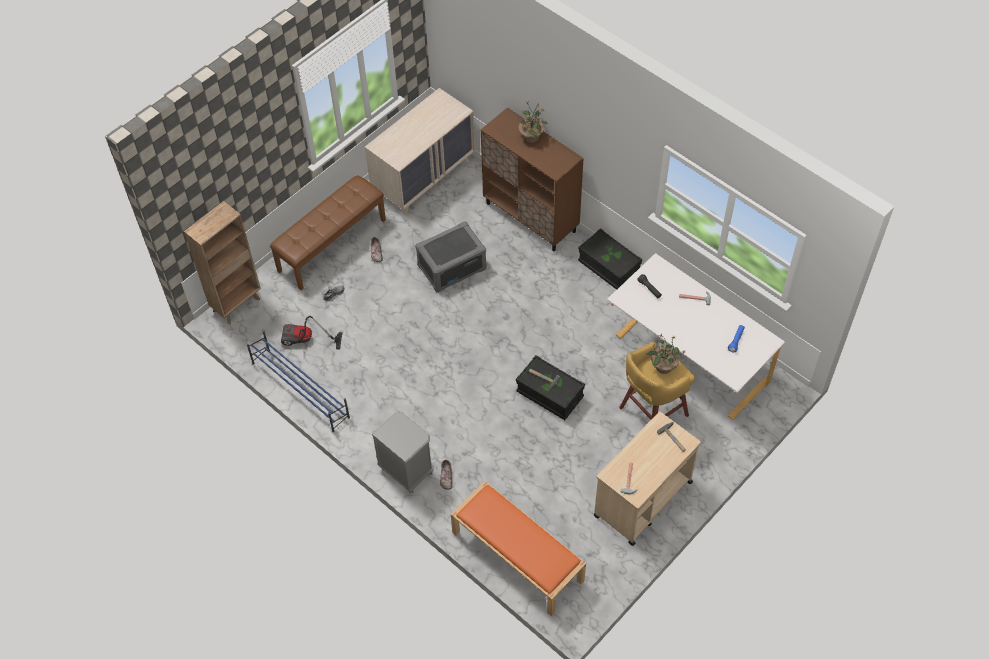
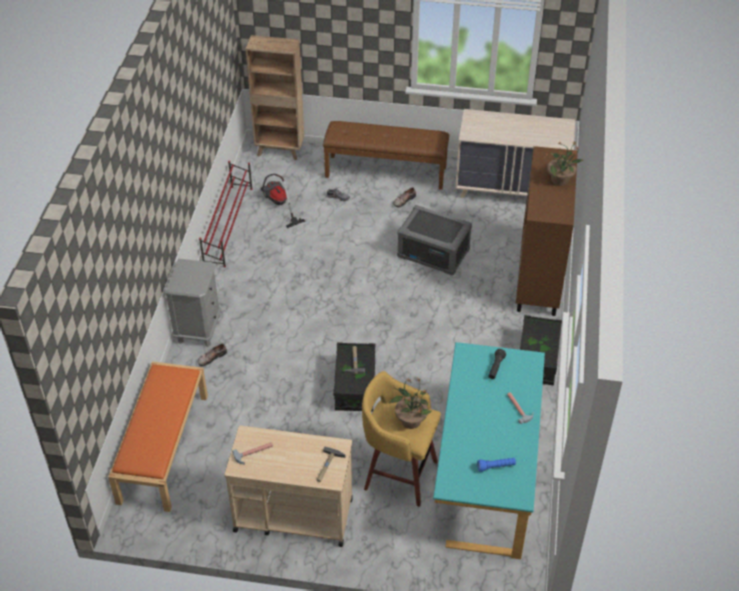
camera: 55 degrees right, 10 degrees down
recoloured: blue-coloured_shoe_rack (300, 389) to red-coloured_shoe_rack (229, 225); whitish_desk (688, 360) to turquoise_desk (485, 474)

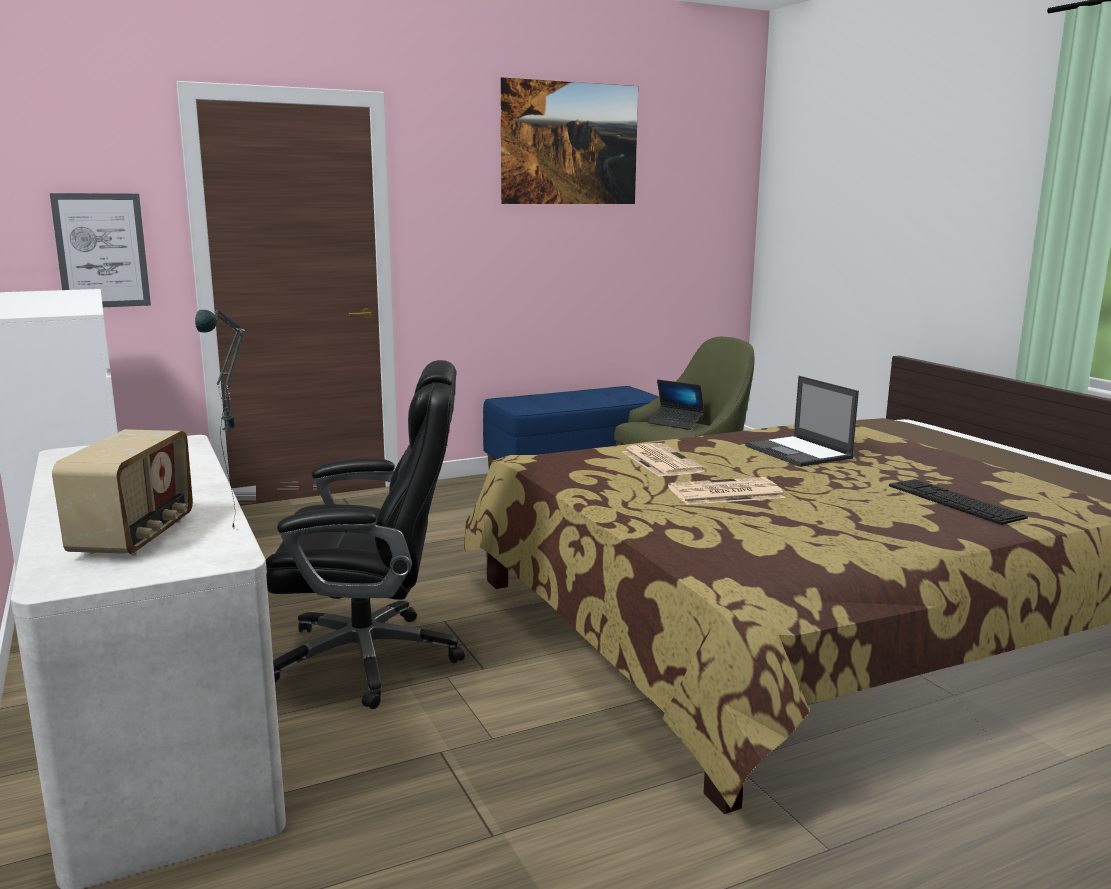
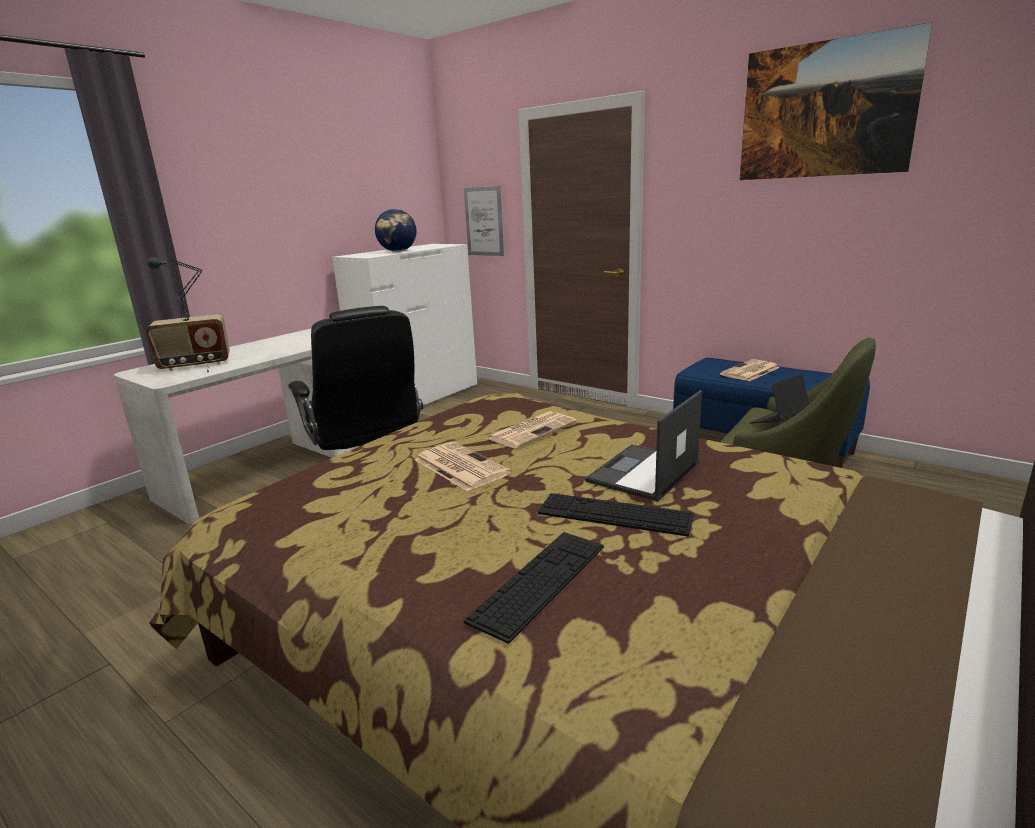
camera: 65 degrees right, 5 degrees up
added: globe (398, 251); keyboard (614, 514); daily_paper (750, 371)
turned: portable_computer (675, 423) = (779, 421) 45 degrees clockwise

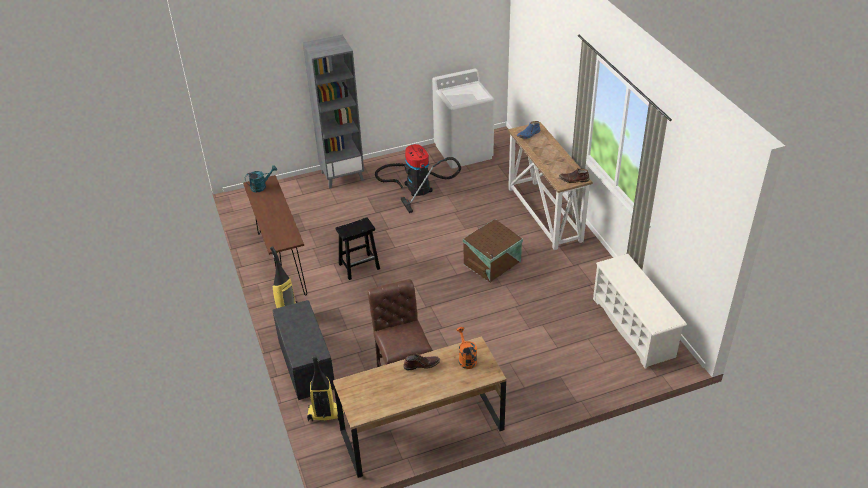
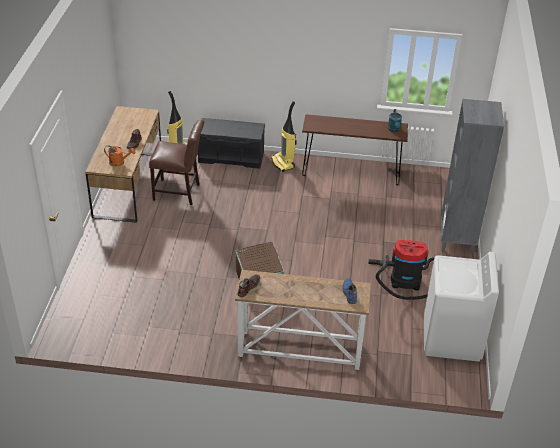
camera: 115 degrees right, 0 degrees up
removed: black-coloured_stool (360, 266); whitish_shoe_rack (633, 327)

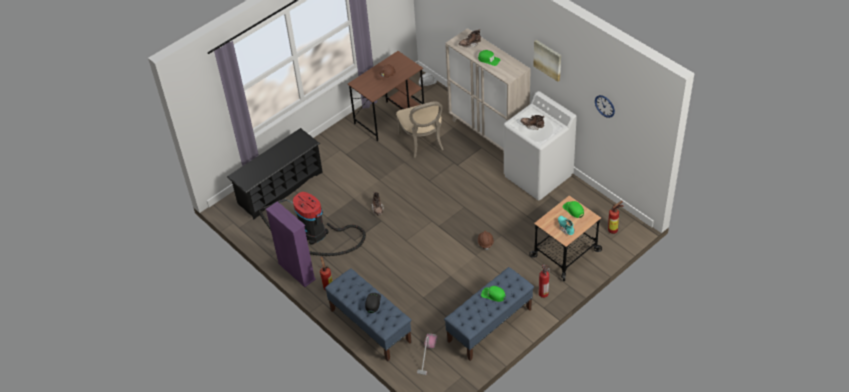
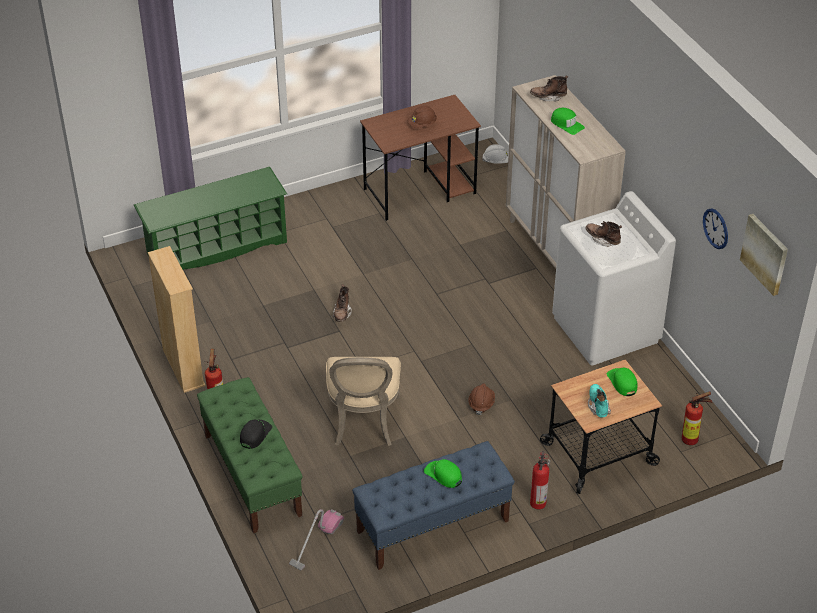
camera: 15 degrees right, 5 degrees down
removed: hoover (315, 233)
moved: sand-coloured_upright_chair (423, 142) to (363, 423); wall_picture (548, 60) to (765, 253)
recoloured: black-coloured_shoe_rack (280, 188) to green-coloured_shoe_rack (216, 248); purple-coloured_bookcase (296, 271) to sand-coloured_bookcase (183, 368); blue-coloured_long_seat (370, 326) to green-coloured_long_seat (252, 474)

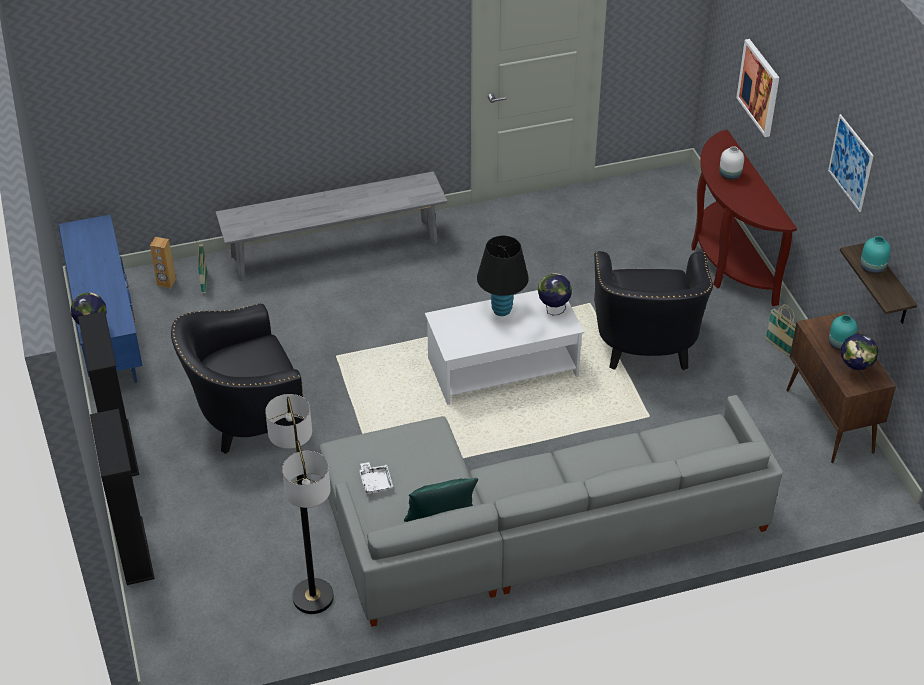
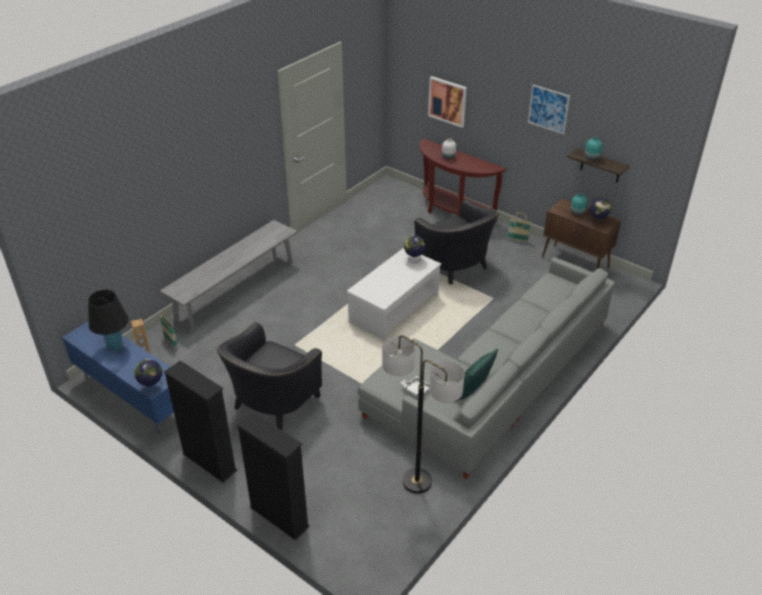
camera: 35 degrees left, 5 degrees down
moved: black-coloured_tabletop_lamp (502, 310) to (115, 346)

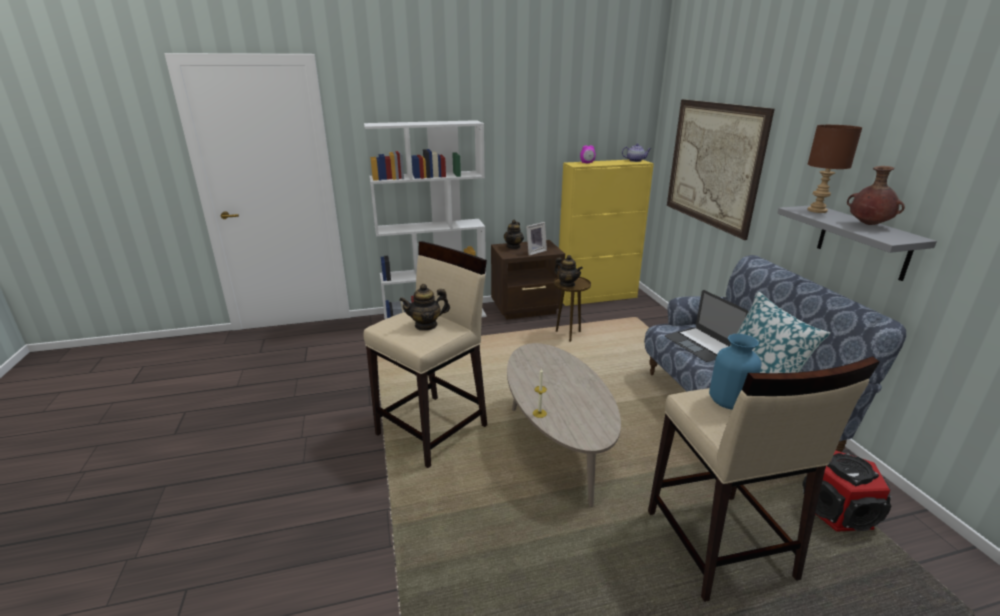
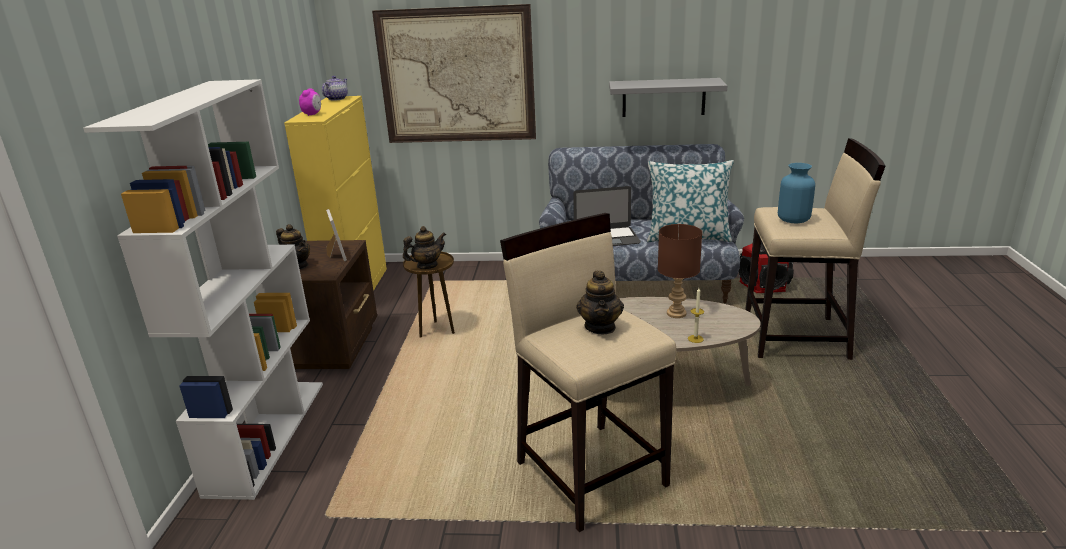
camera: 70 degrees left, 0 degrees up
removed: brownish_decorative_vase (867, 225)
moved: brownish_tabletop_lamp (816, 210) to (676, 314)

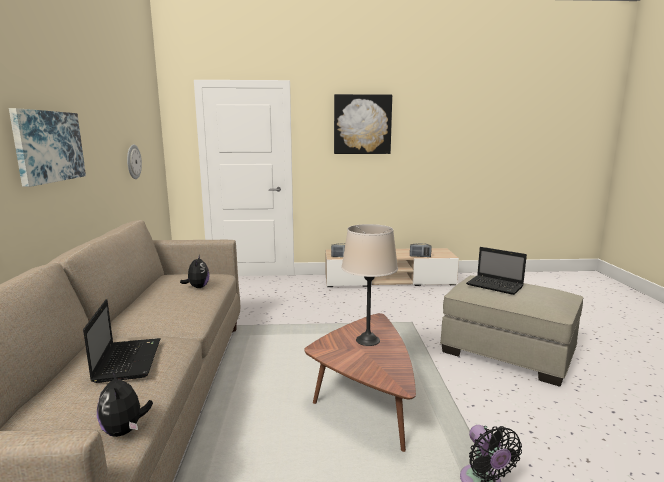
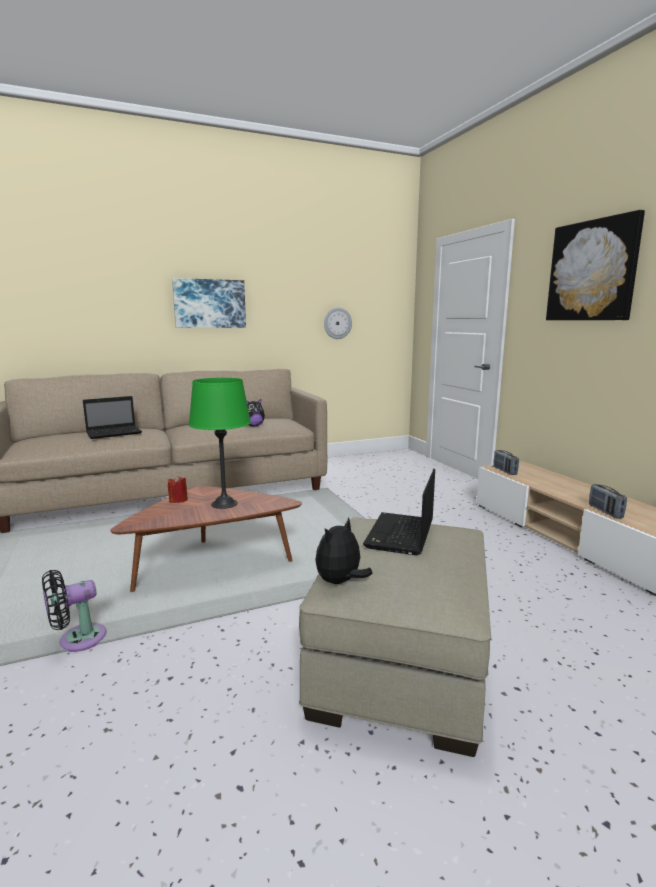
camera: 70 degrees right, 0 degrees up
added: red-coloured_candle (178, 500)
moved: cuddly_toy (125, 430) to (340, 582)
recoloured: sand-coloured_tabletop_lamp (368, 340) to green-coloured_tabletop_lamp (224, 504)

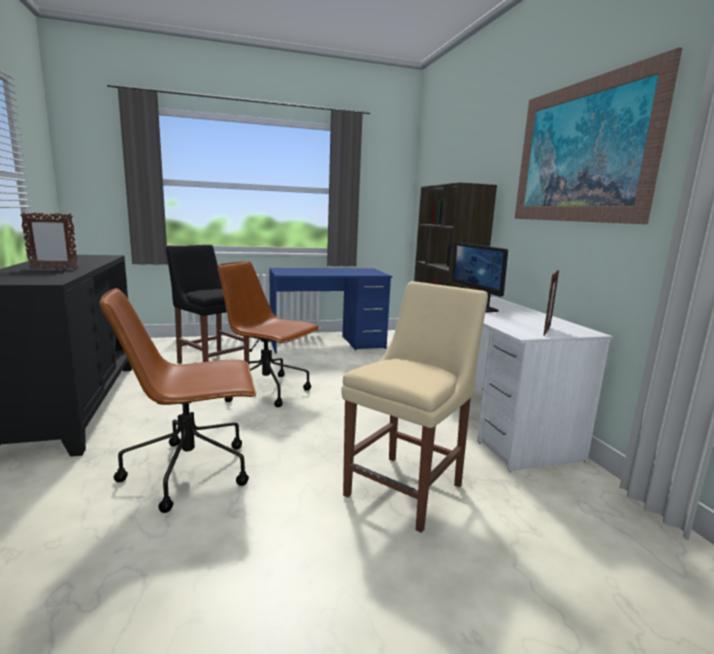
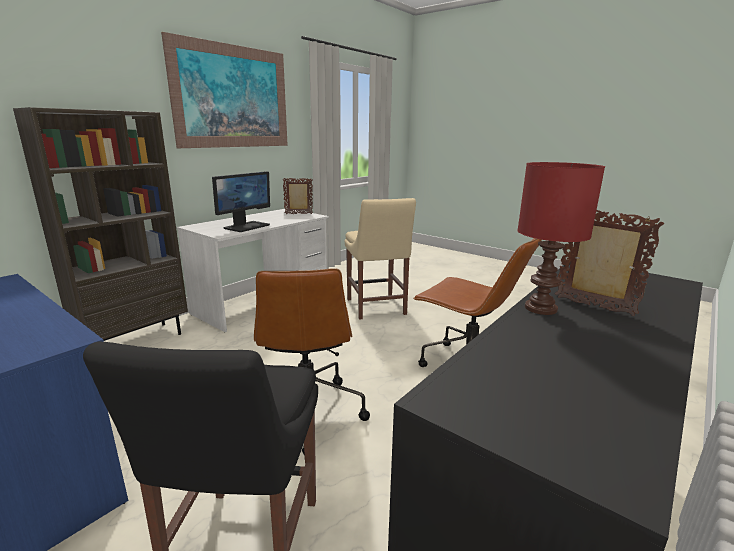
camera: 125 degrees left, 5 degrees up
added: red-coloured_tabletop_lamp (539, 308)
turned: sand-coloured_upright_chair (408, 487) = (376, 308) 105 degrees counterclockwise

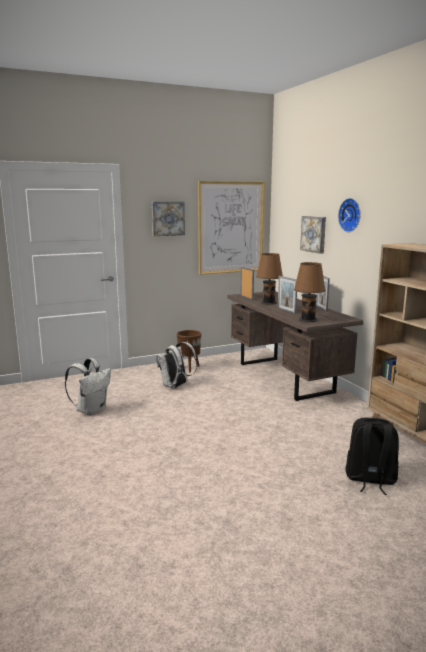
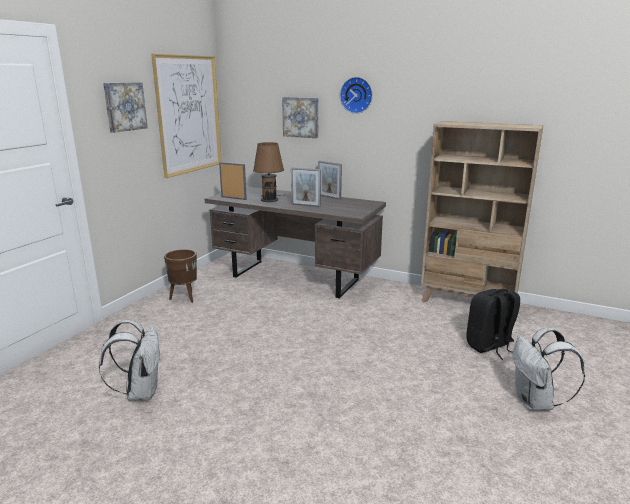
camera: 40 degrees left, 5 degrees up
removed: brownish_tabletop_lamp (309, 320)
moved: whitish_rucksack (175, 386) to (536, 402)

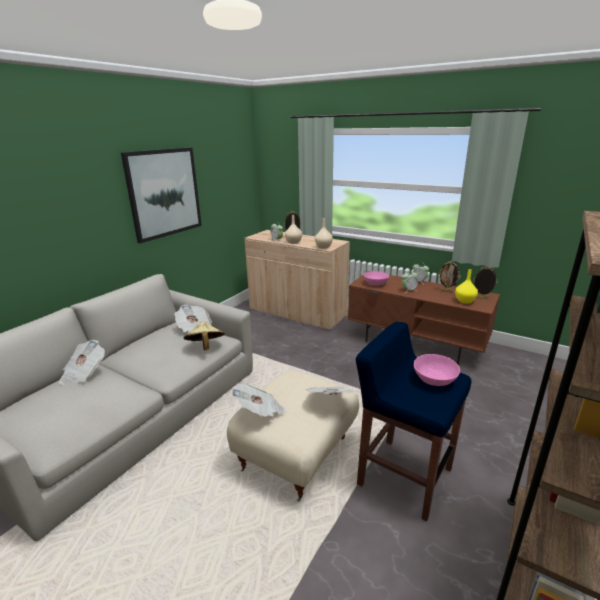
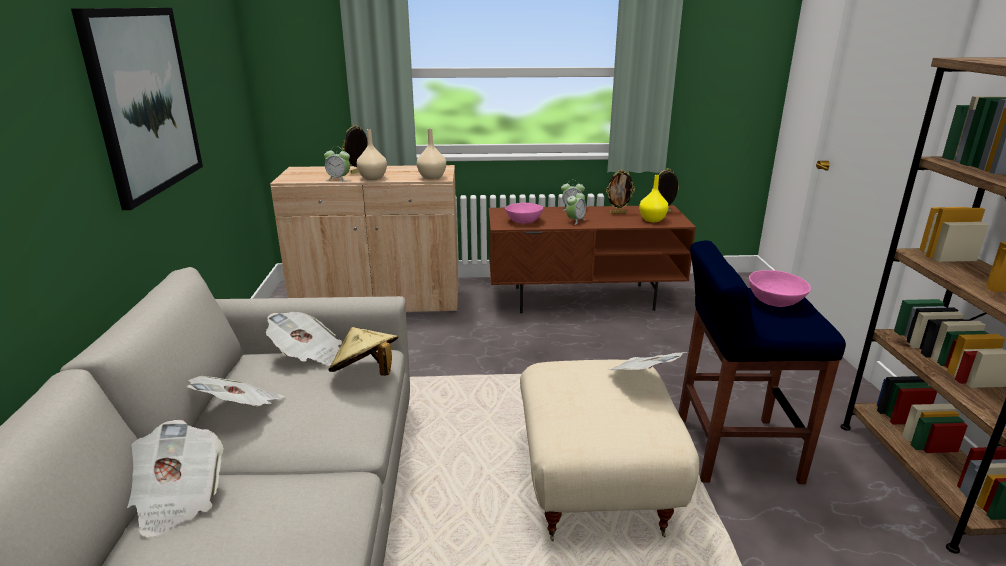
camera: 35 degrees left, 0 degrees up
moved: daily_paper (260, 411) to (241, 409)

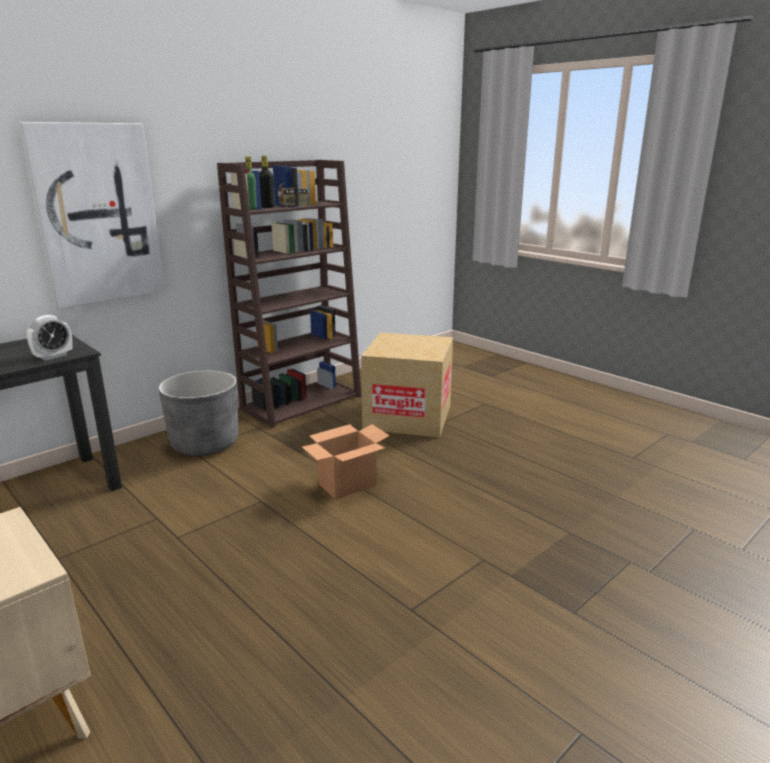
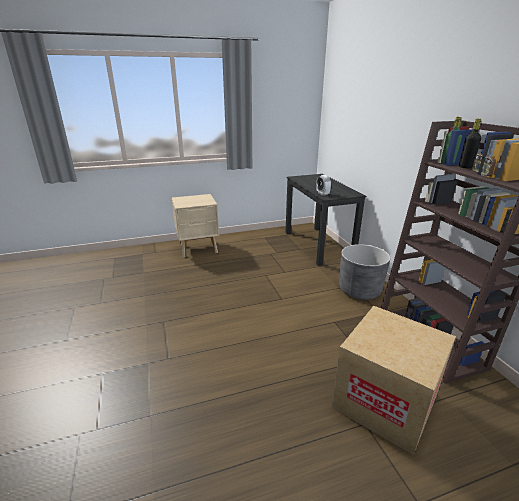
camera: 115 degrees right, 5 degrees up
removed: wall_picture (97, 214); cardboard_box (347, 485)

